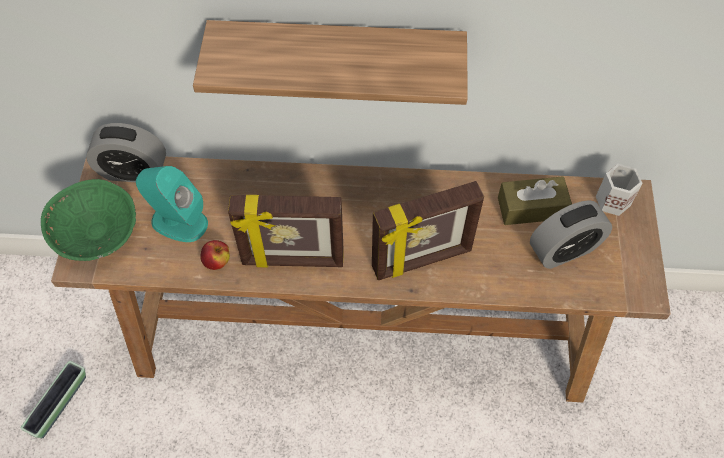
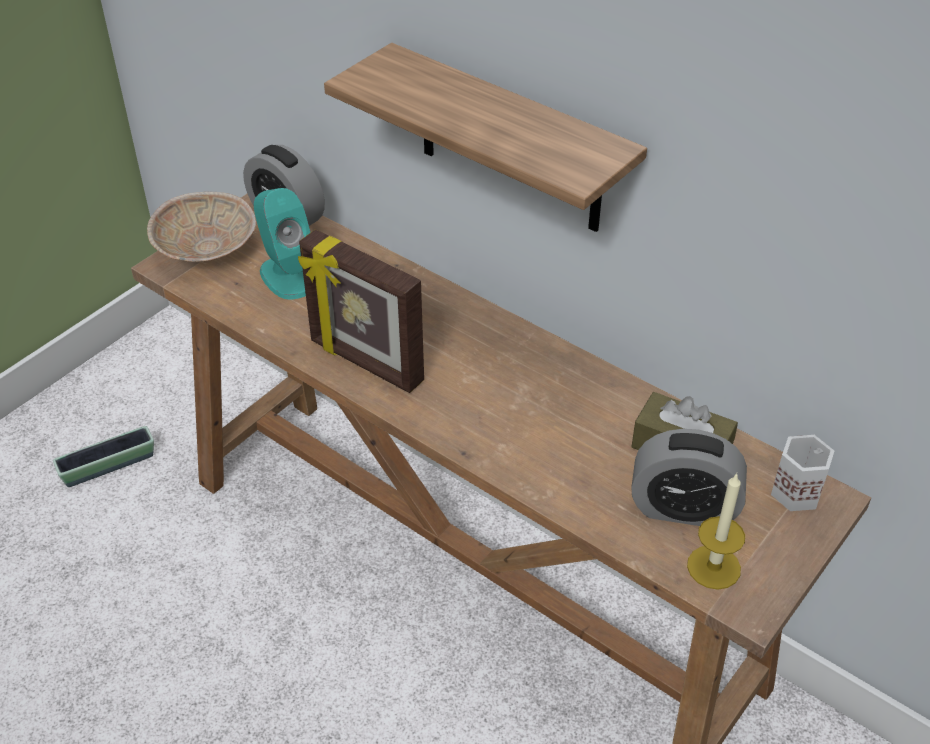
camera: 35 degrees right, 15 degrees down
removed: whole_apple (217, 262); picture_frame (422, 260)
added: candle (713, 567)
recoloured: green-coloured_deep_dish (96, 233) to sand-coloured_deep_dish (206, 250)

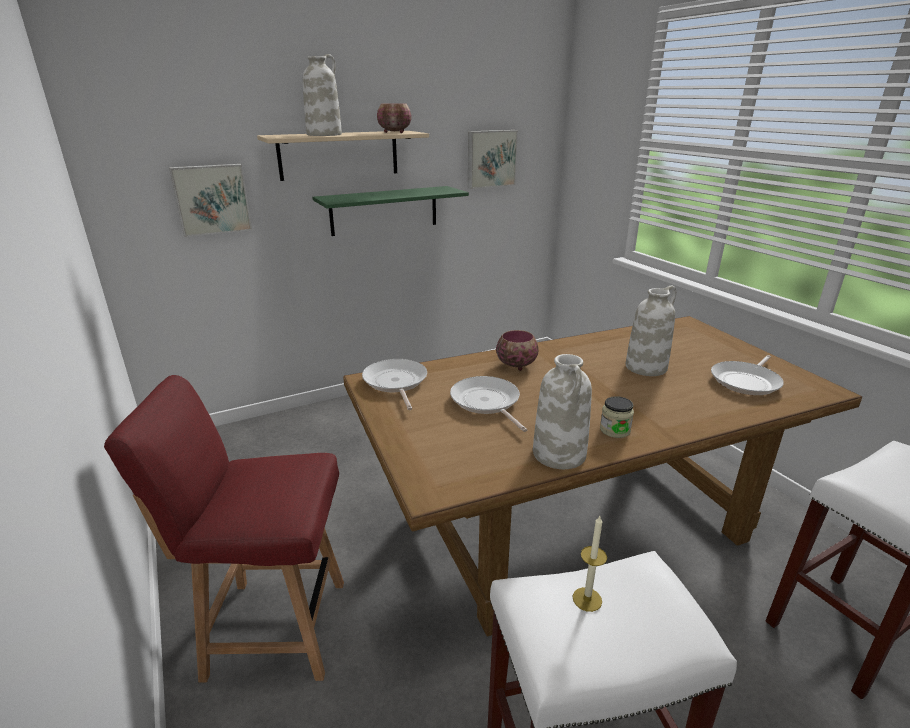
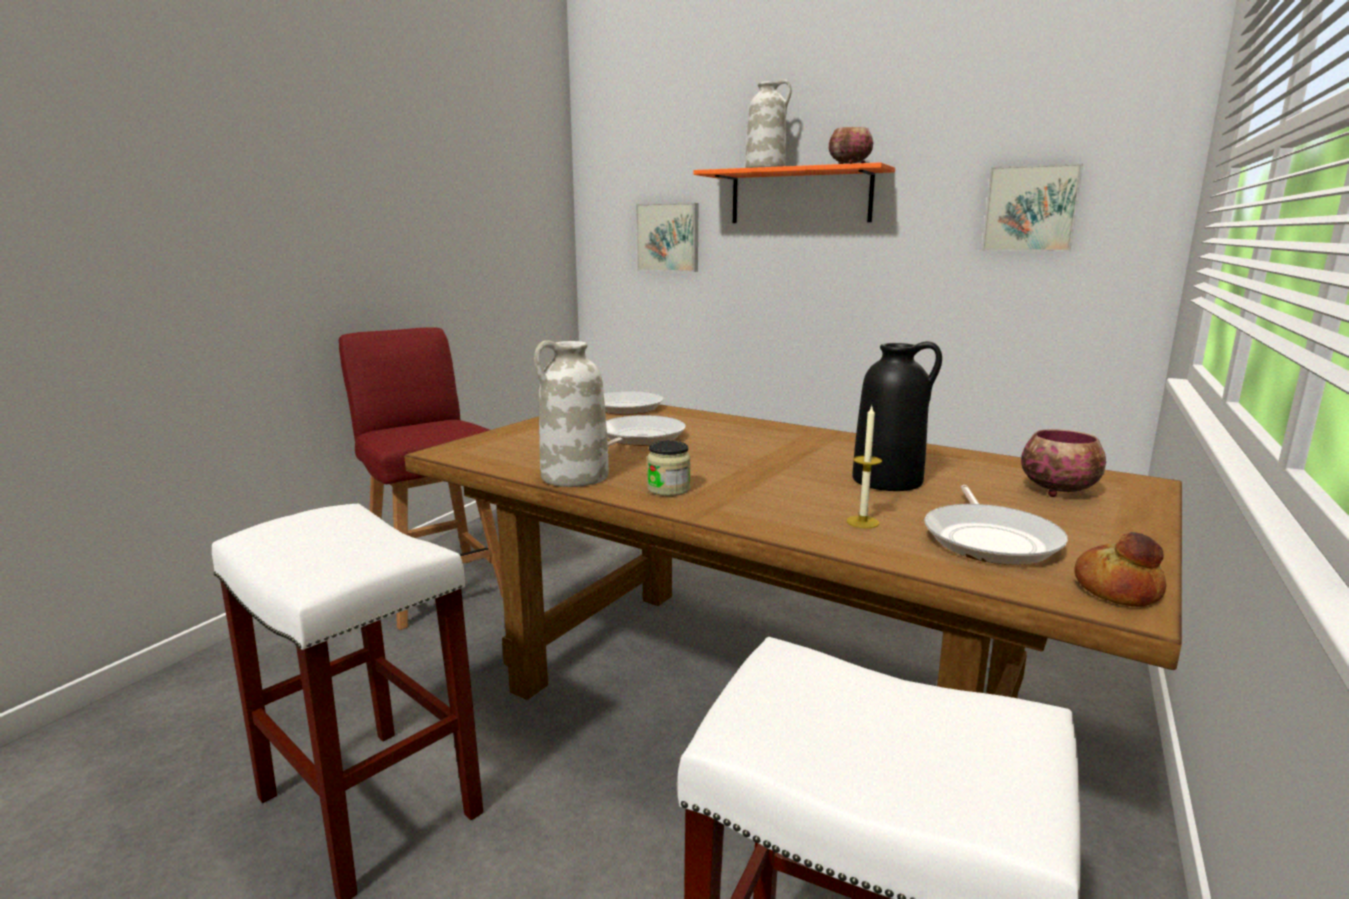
camera: 55 degrees right, 10 degrees down
removed: green-coloured_wall_shelf (384, 210)
added: bakery_bread (1117, 589)
moved: candle (587, 599) to (862, 522); deep_dish (516, 365) to (1059, 491)
recoloured: sand-coloured_wall_shelf (339, 155) to orange-coloured_wall_shelf (800, 197); whitish_decorative_vase (646, 367) to black-coloured_decorative_vase (888, 480)
turned: frying_pan (746, 381) = (990, 539) 90 degrees counterclockwise

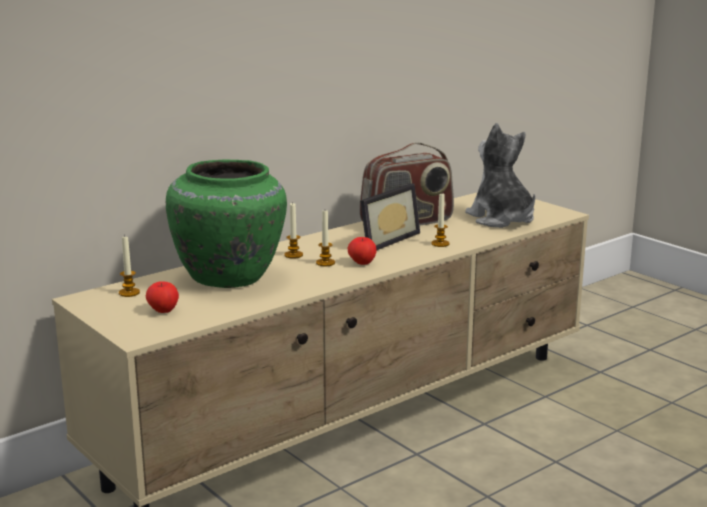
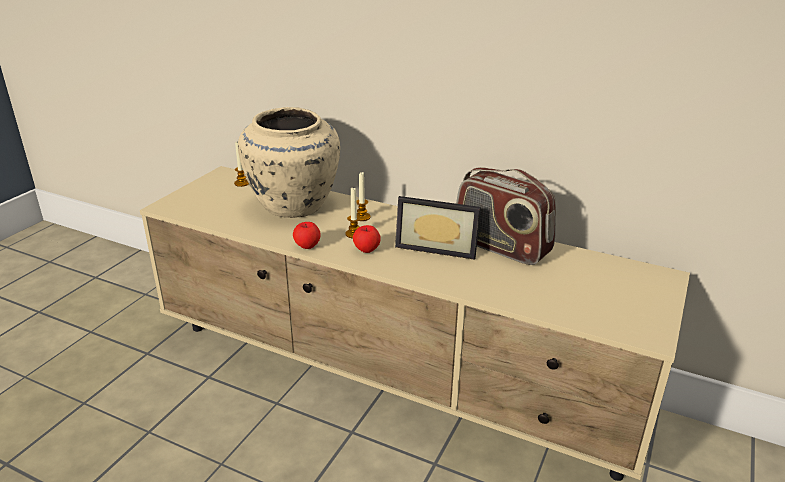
camera: 65 degrees right, 10 degrees up
removed: candle (440, 244); cuddly_toy (501, 219)
moved: whole_apple (163, 311) to (307, 246)
recoloured: green-coloured_decorative_vase (230, 278) to sand-coloured_decorative_vase (293, 207)

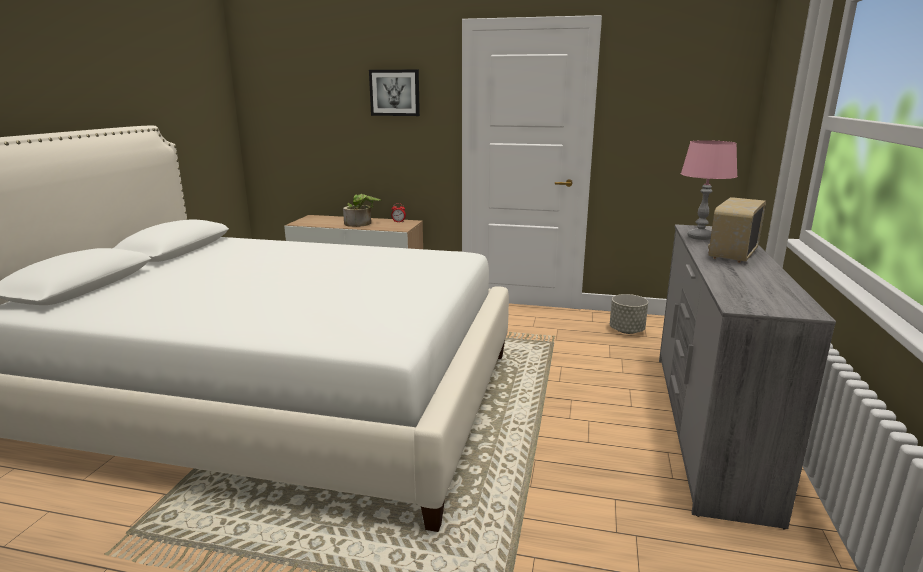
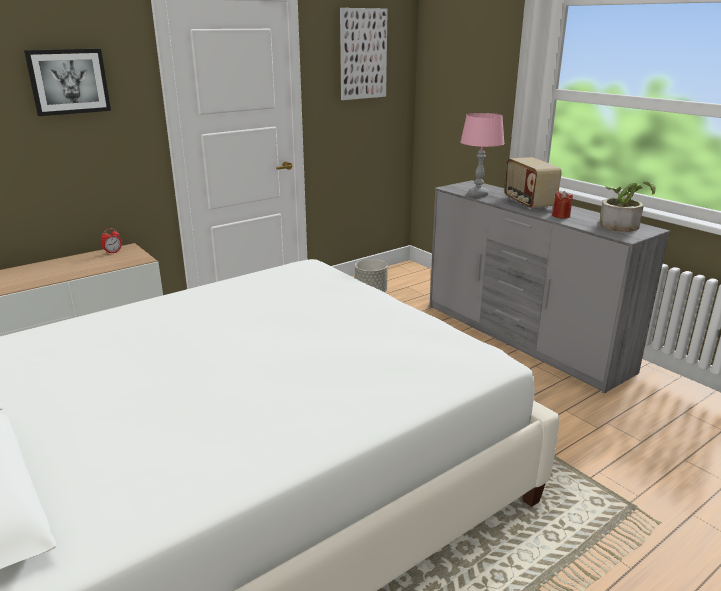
camera: 50 degrees left, 5 degrees up
added: wall_picture (363, 54); red-coloured_candle (560, 216)
moved: houseplant (361, 224) to (622, 224)

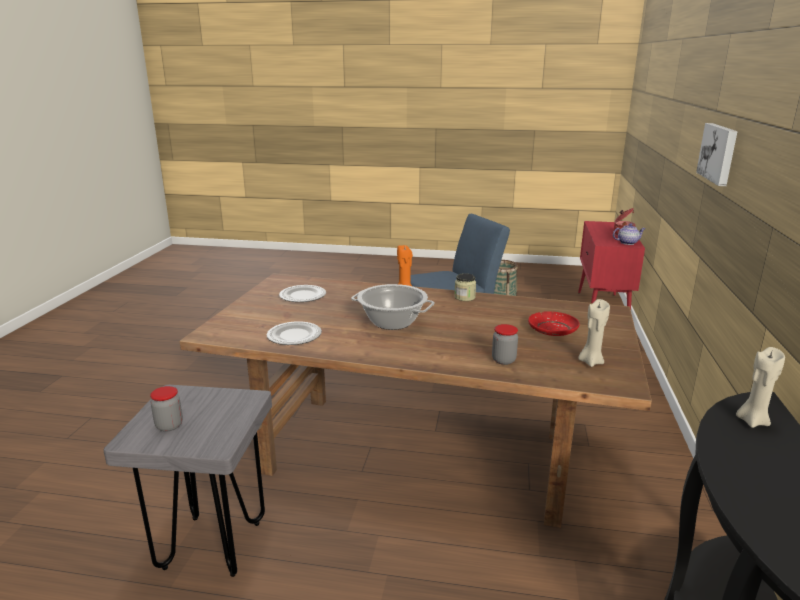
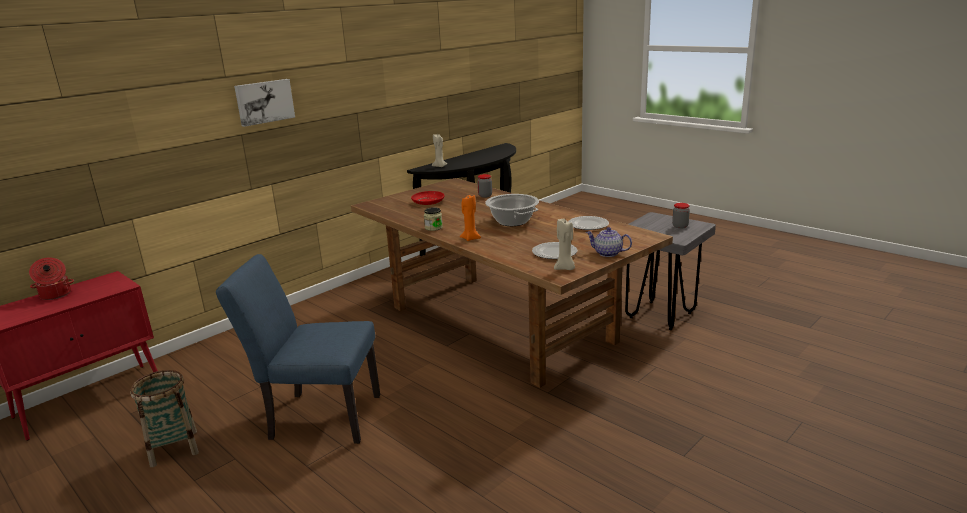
camera: 145 degrees left, 0 degrees up
moved: sand-coloured_candle (590, 362) to (565, 268); tea_pot (627, 242) to (607, 253)

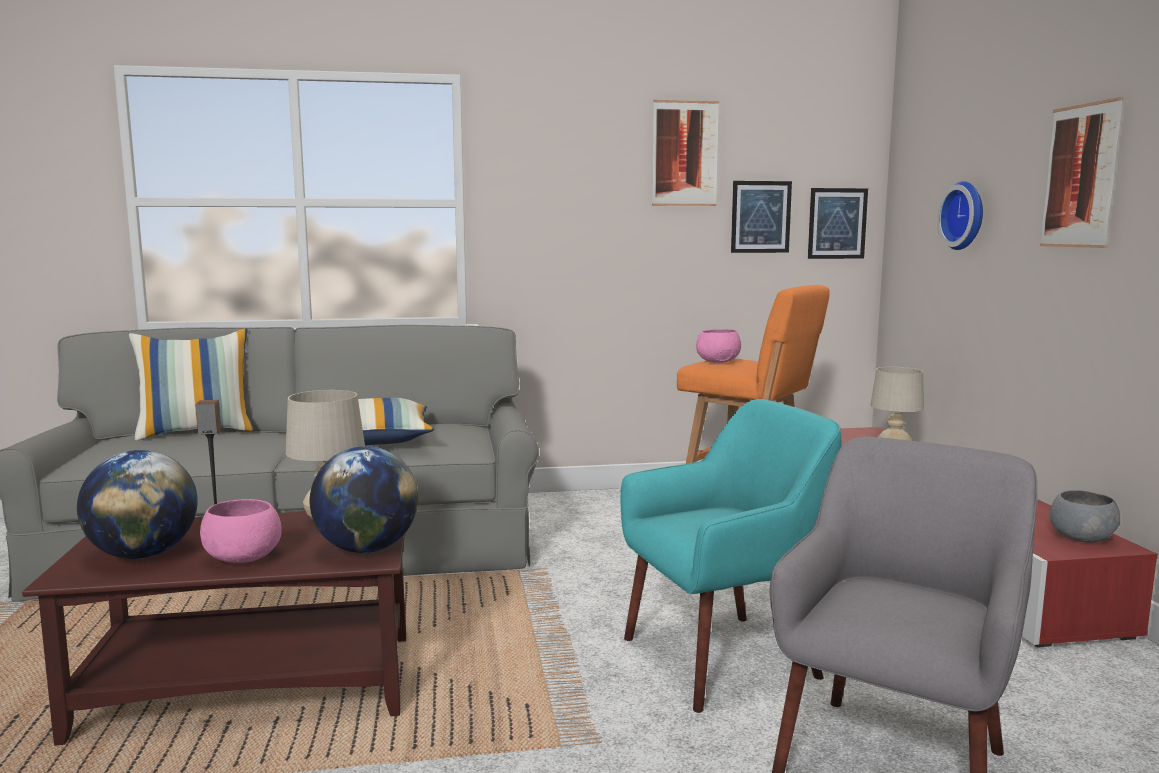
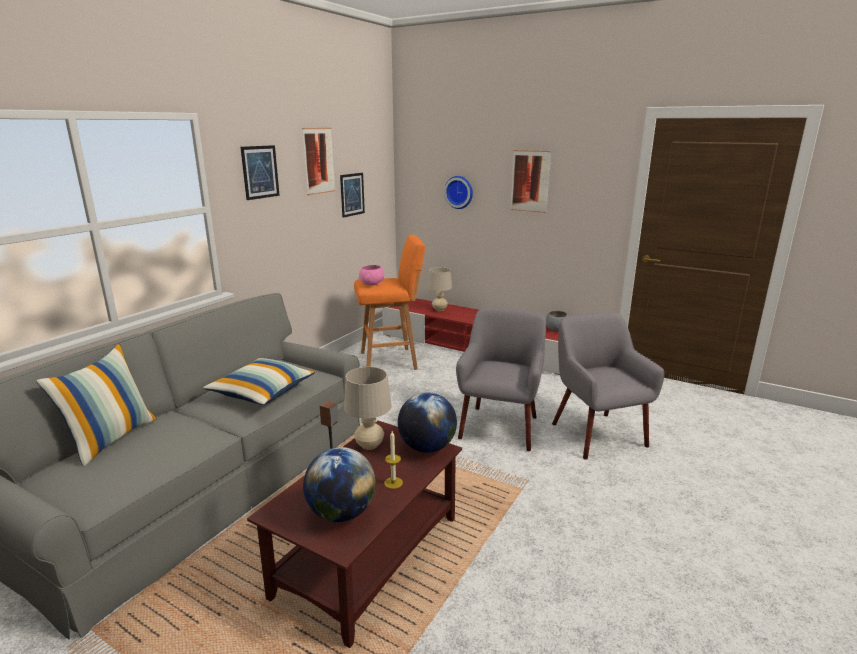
camera: 50 degrees left, 10 degrees up
moved: wall_picture (837, 223) to (260, 172)
replaced: pink-coloured_deep_dish (244, 558) to candle (393, 483)
recoloured: turquoise_easy_chair (723, 658) to gray_easy_chair (500, 427)

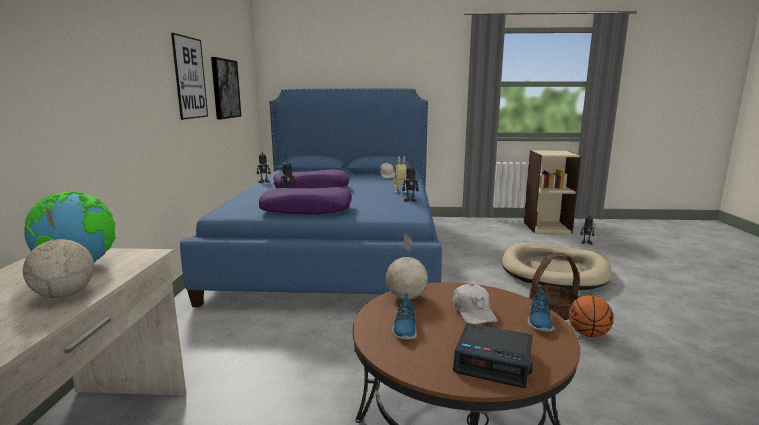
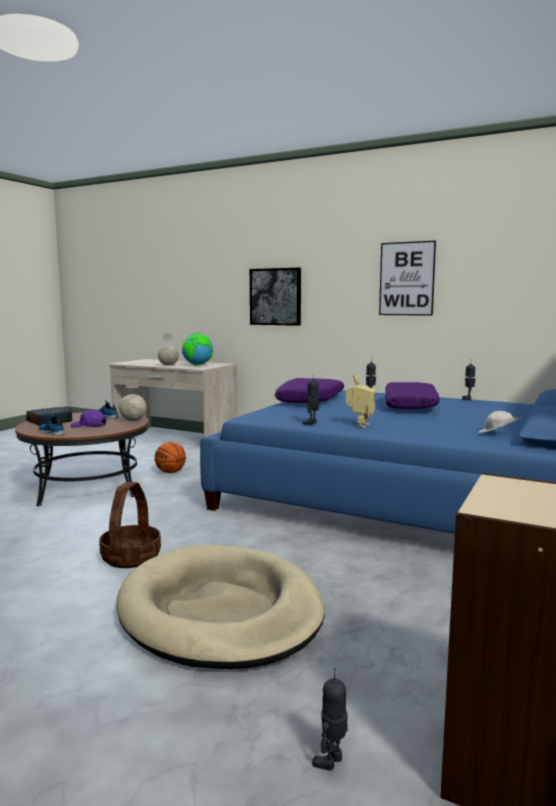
camera: 115 degrees right, 5 degrees down
moved: basketball (588, 334) to (170, 472); wall_picture (225, 88) to (275, 296)
recoloured: whitish_peaked_cap (473, 312) to purple-coloured_peaked_cap (89, 426)

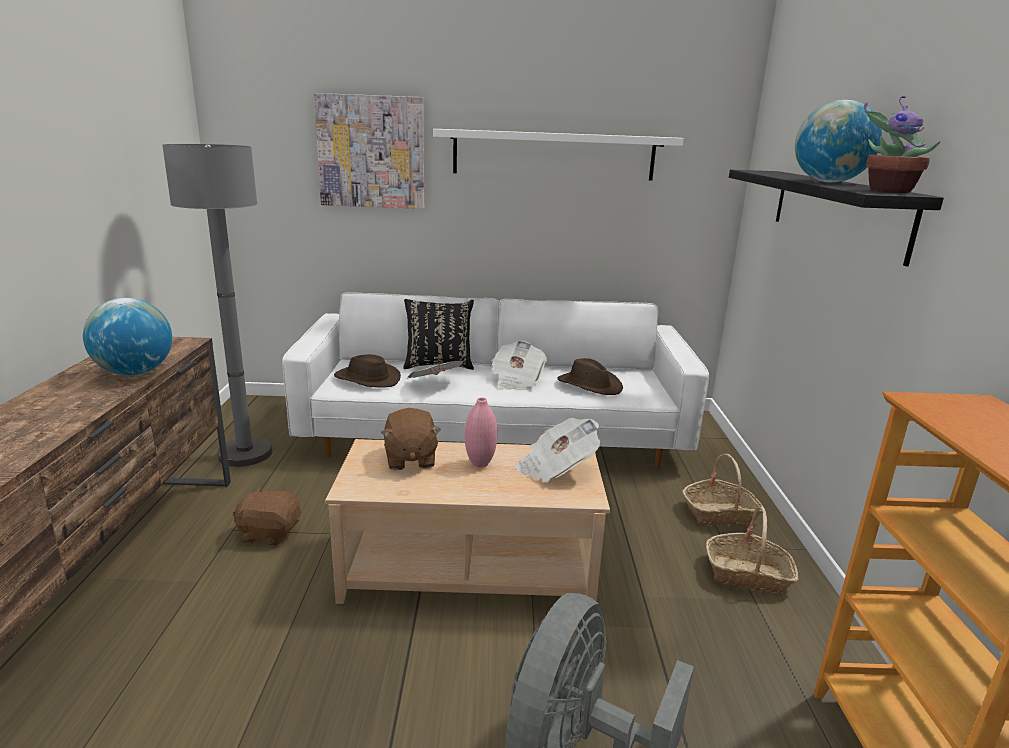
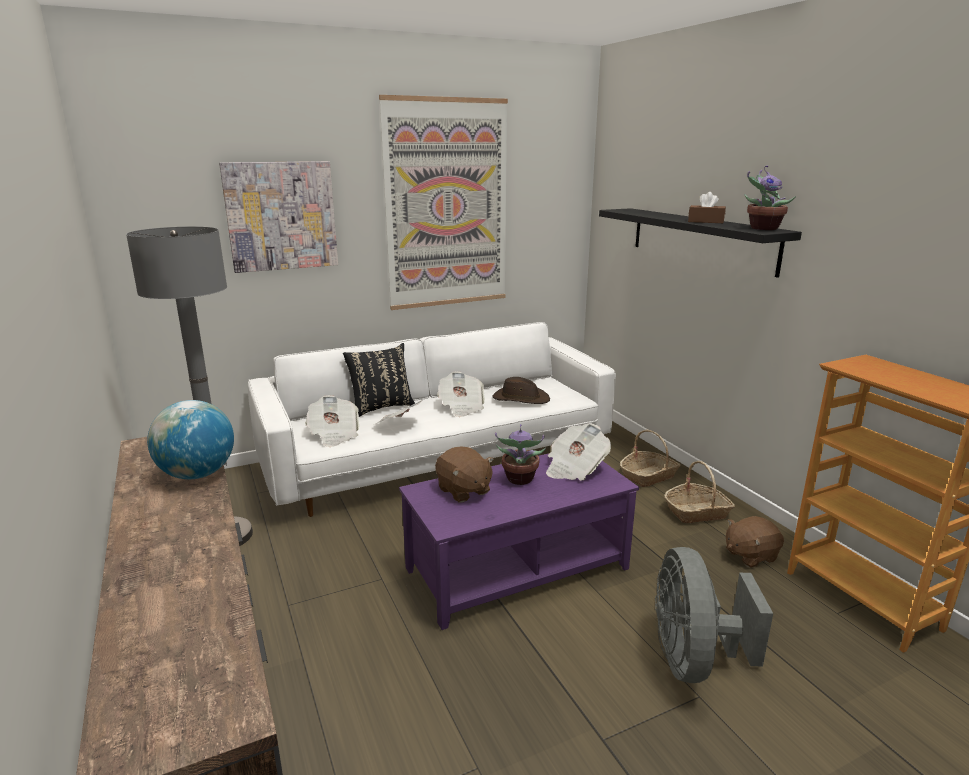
camera: 25 degrees left, 0 degrees up
moved: brownish_cuddly_toy (269, 533) to (750, 555)
replaced: brownish_hat (367, 379) to daily_paper (334, 434); whitish_wall_shelf (554, 155) to wall_picture (447, 205); pink-coloured_decorative_vase (480, 464) to houseplant (519, 479); globe (828, 182) to brownish_box_of_tissues (705, 221)
recoloured: sand-coloured_low_table (470, 566) to purple-coloured_low_table (516, 567)

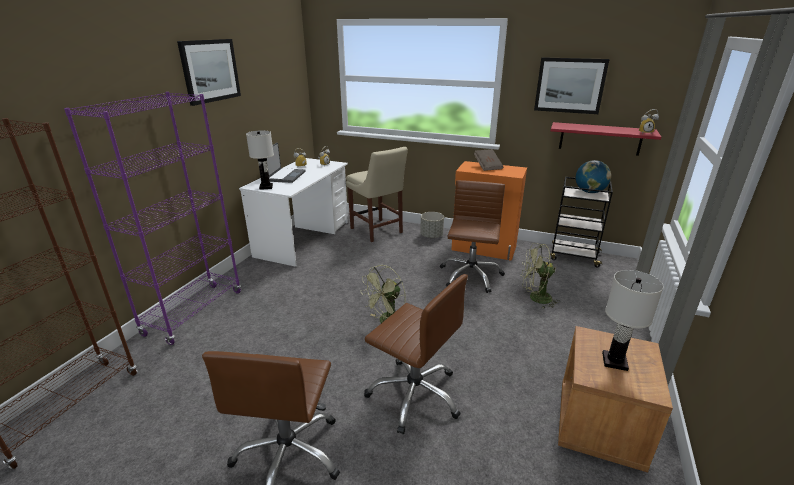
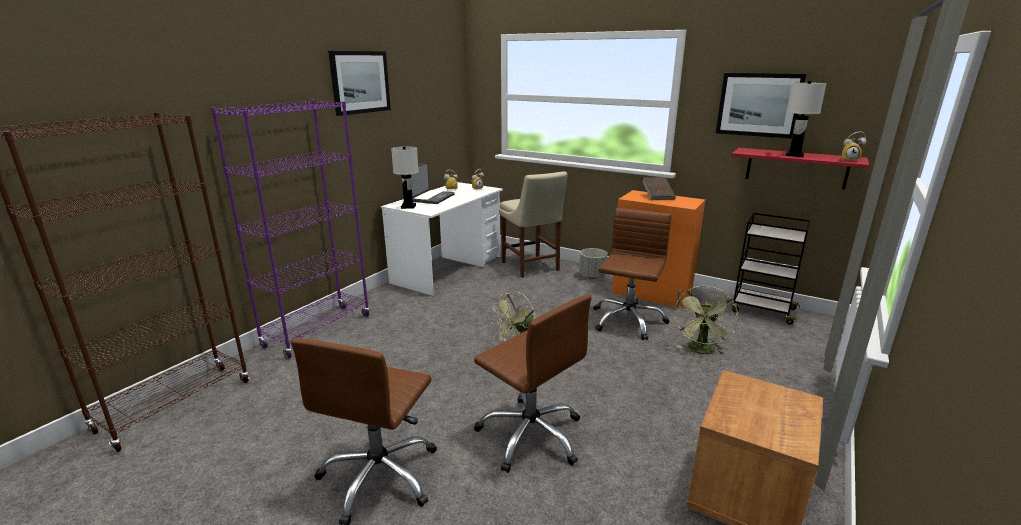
camera: 10 degrees right, 5 degrees down
removed: globe (589, 192)
moved: whitish_tabletop_lamp (615, 361) to (794, 155)
turned: green-coloured_cooling_fan (535, 298) = (701, 351) 75 degrees counterclockwise

